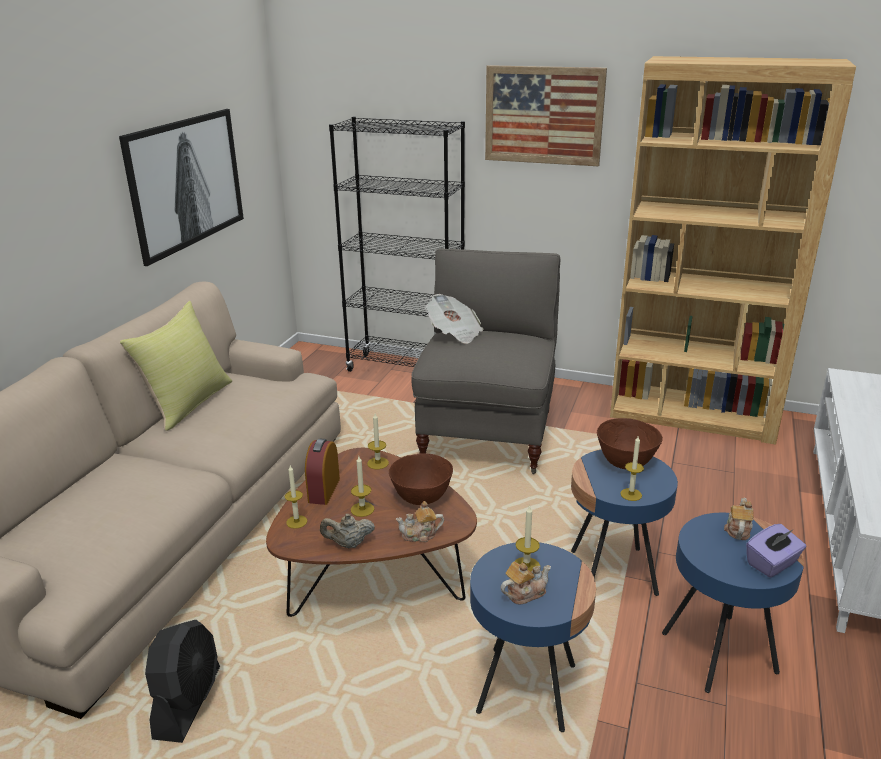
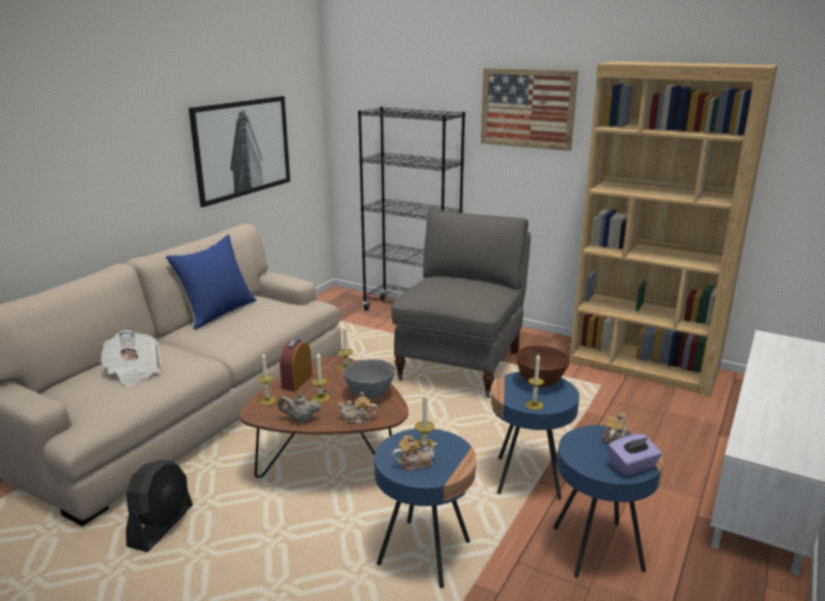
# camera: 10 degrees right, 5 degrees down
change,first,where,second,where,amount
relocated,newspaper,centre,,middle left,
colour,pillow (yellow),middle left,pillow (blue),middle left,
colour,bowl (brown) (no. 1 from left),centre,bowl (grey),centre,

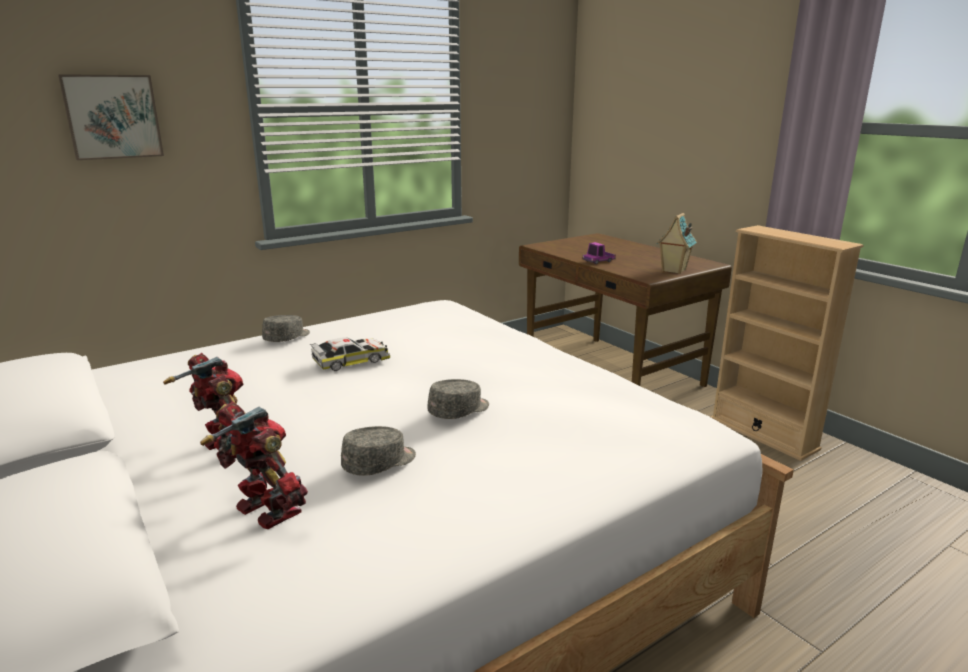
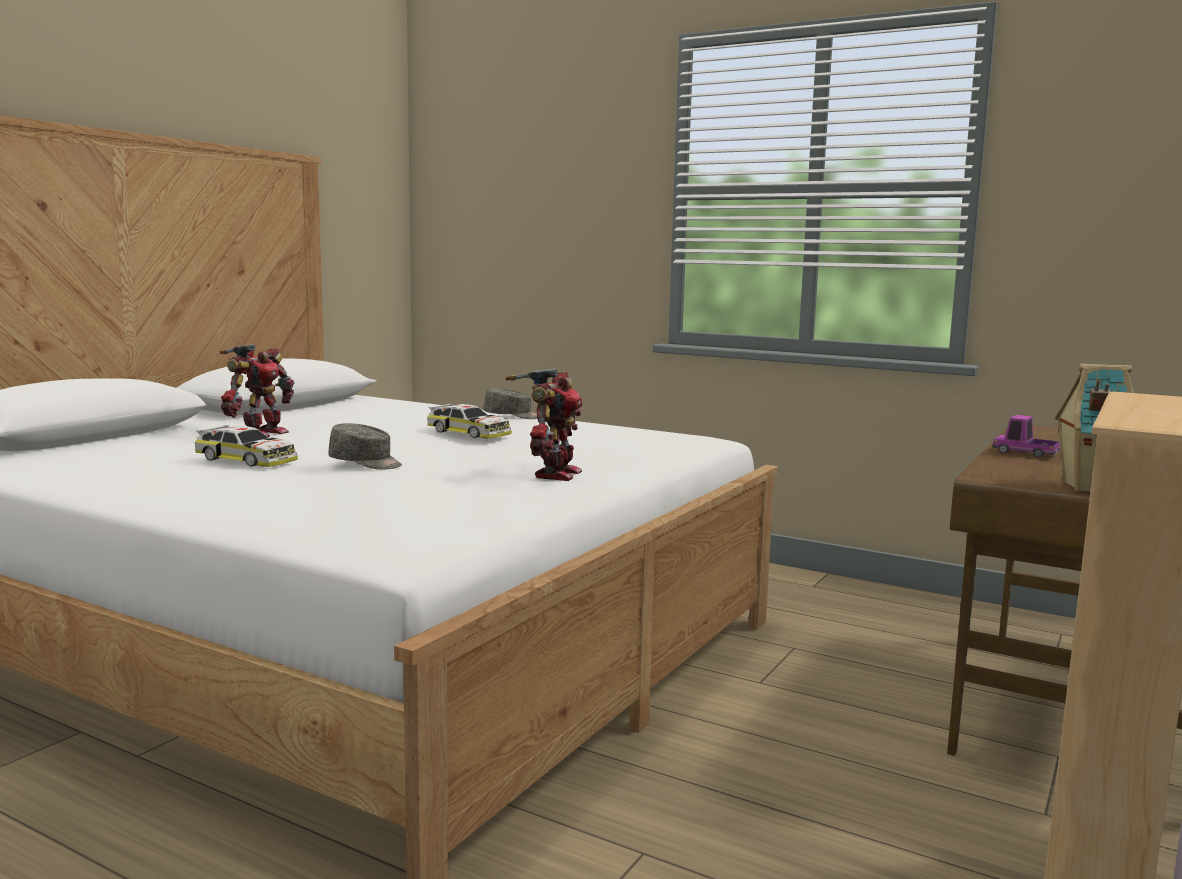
# camera: 65 degrees right, 10 degrees down
change,first,where,second,where,amount
missing,picture,top left,,,
relocated,toy robot (no. 2 from left),bottom left,,centre,
exchanged,cap (grey) (no. 2 from left),bottom centre,toy car (no. 1 from left),middle left,

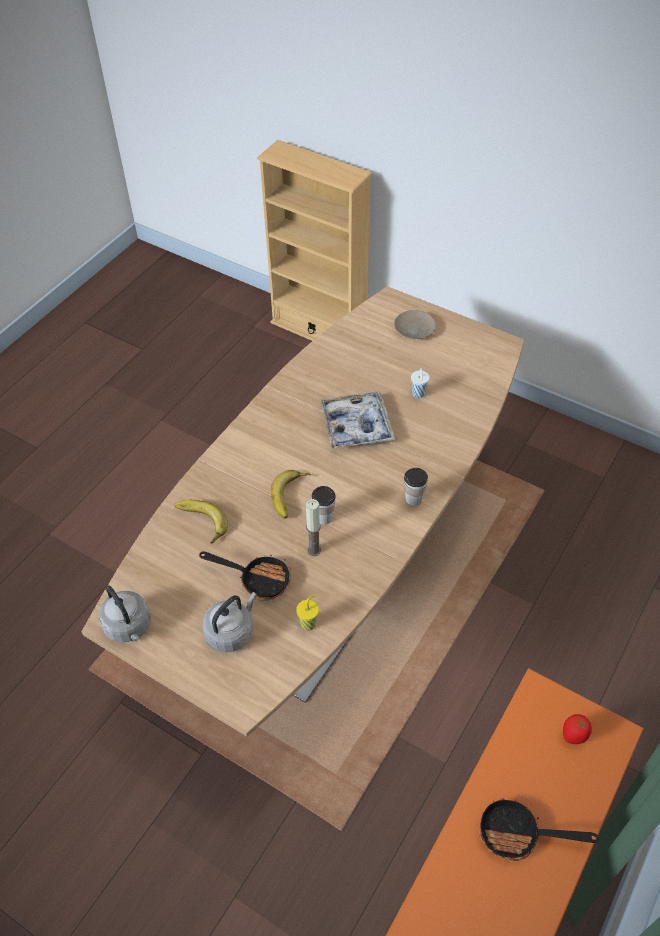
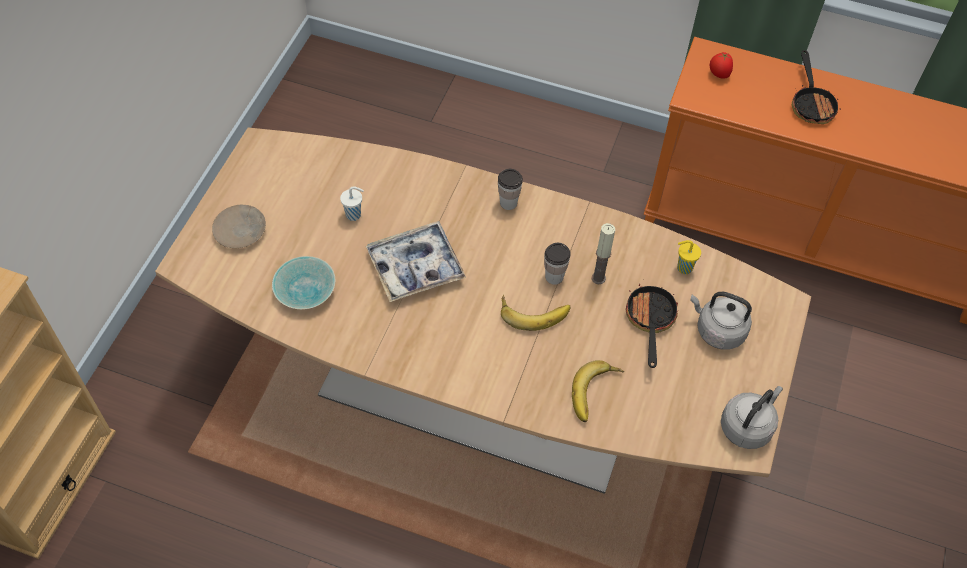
# camera: 105 degrees left, 5 degrees up
change,first,where,second,where,amount
appeared,,,bowl (turquoise),middle left,

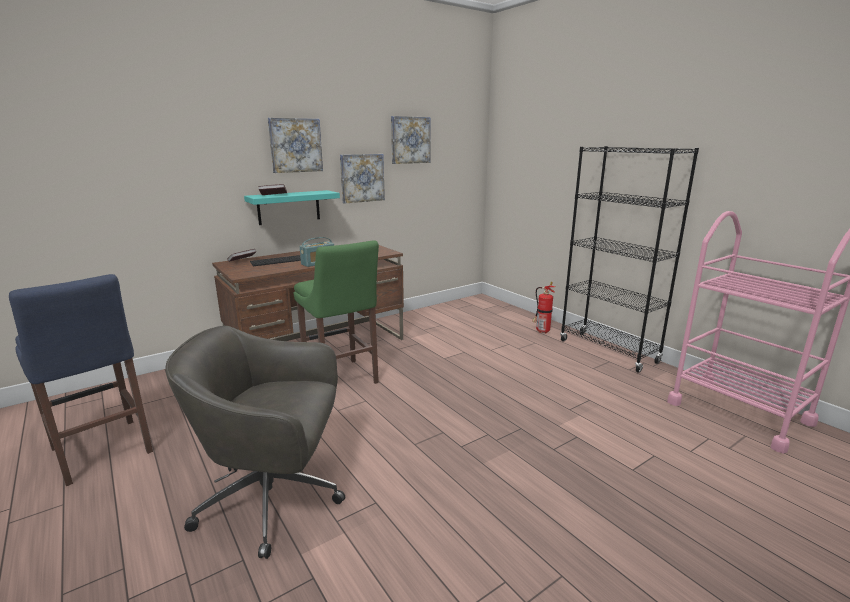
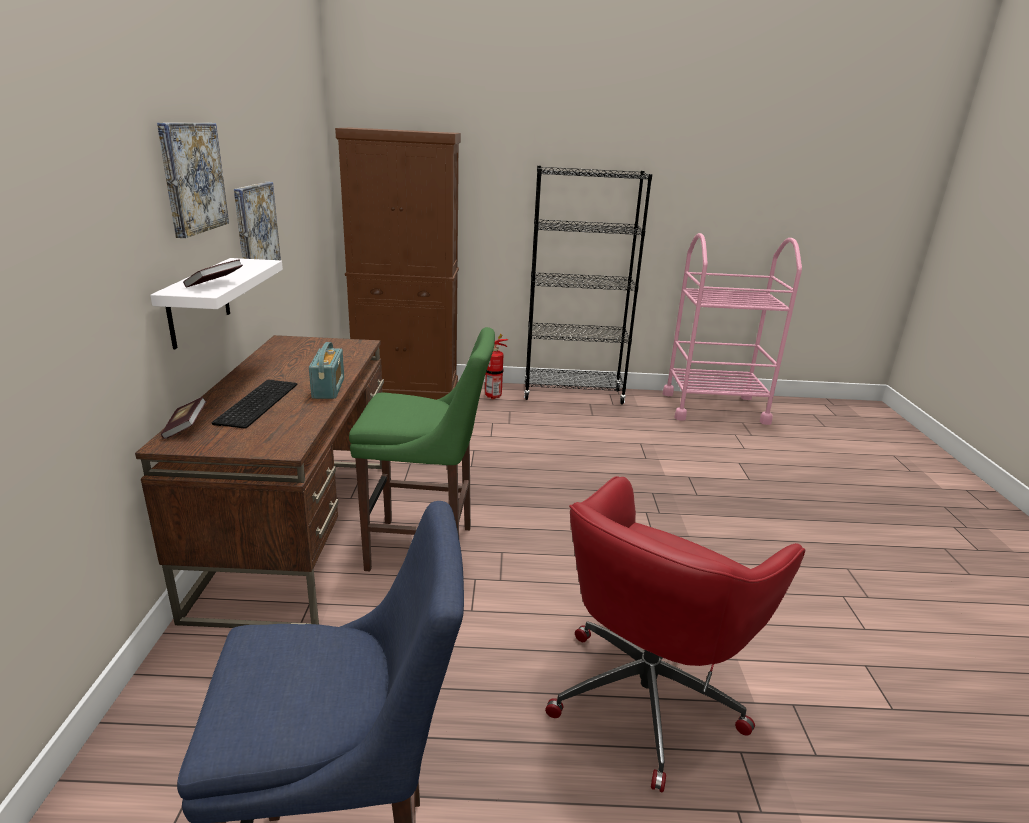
# camera: 55 degrees left, 5 degrees up
change,first,where,second,where,amount
missing,picture (no. 3 from left),top centre,,,
appeared,,,cabinet (brown),top centre,
colour,office chair (grey),bottom left,office chair (red),bottom centre,
colour,shelf (turquoise),centre,shelf (white),middle left,

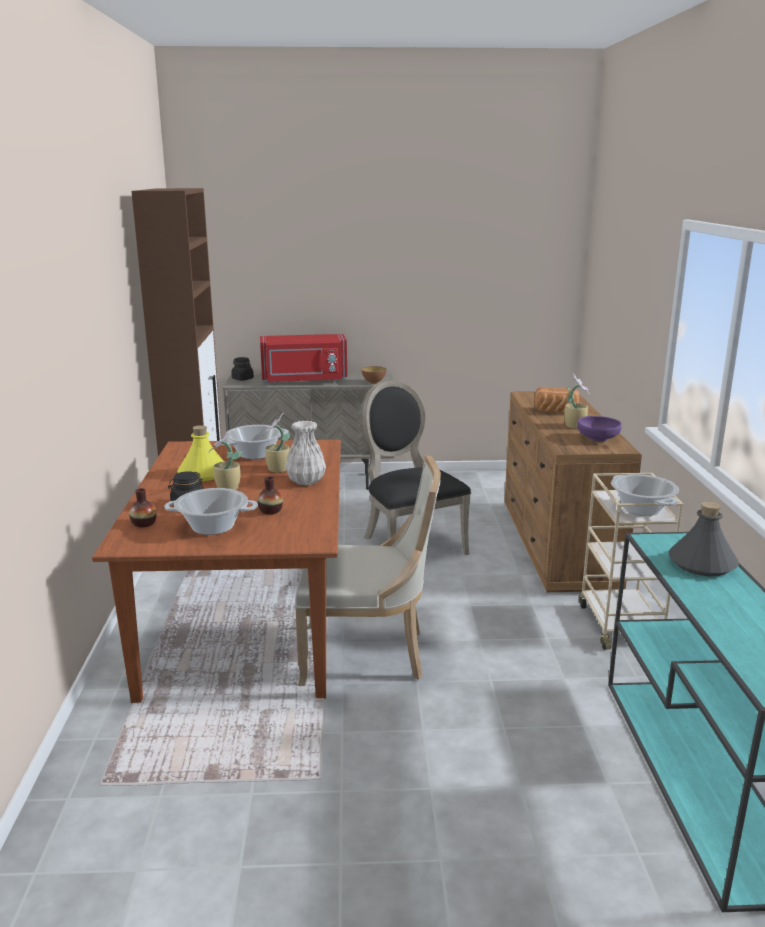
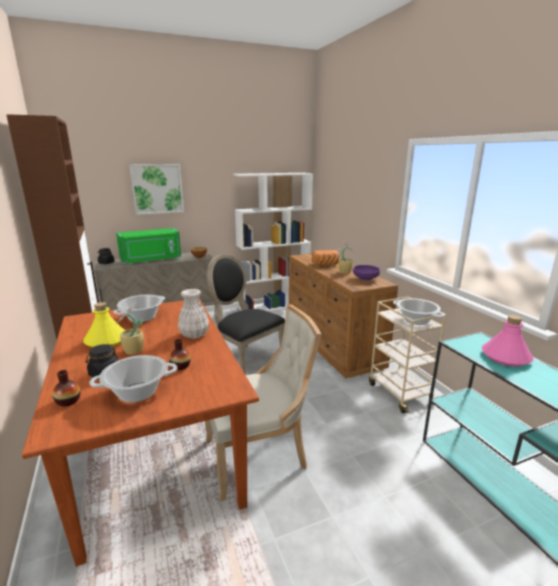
# camera: 20 degrees left, 0 degrees up
change,first,where,second,where,amount
missing,potted plant (no. 2 from left),centre,,,
appeared,,,picture,top left,
appeared,,,bookcase (white),centre,
colour,microwave (red),centre,microwave (green),middle left,
colour,bottle (grey),middle right,bottle (pink),middle right,

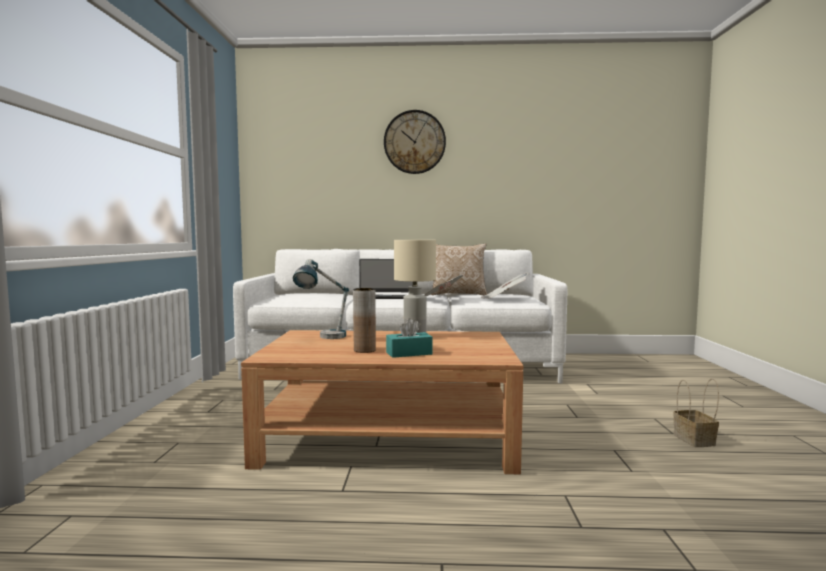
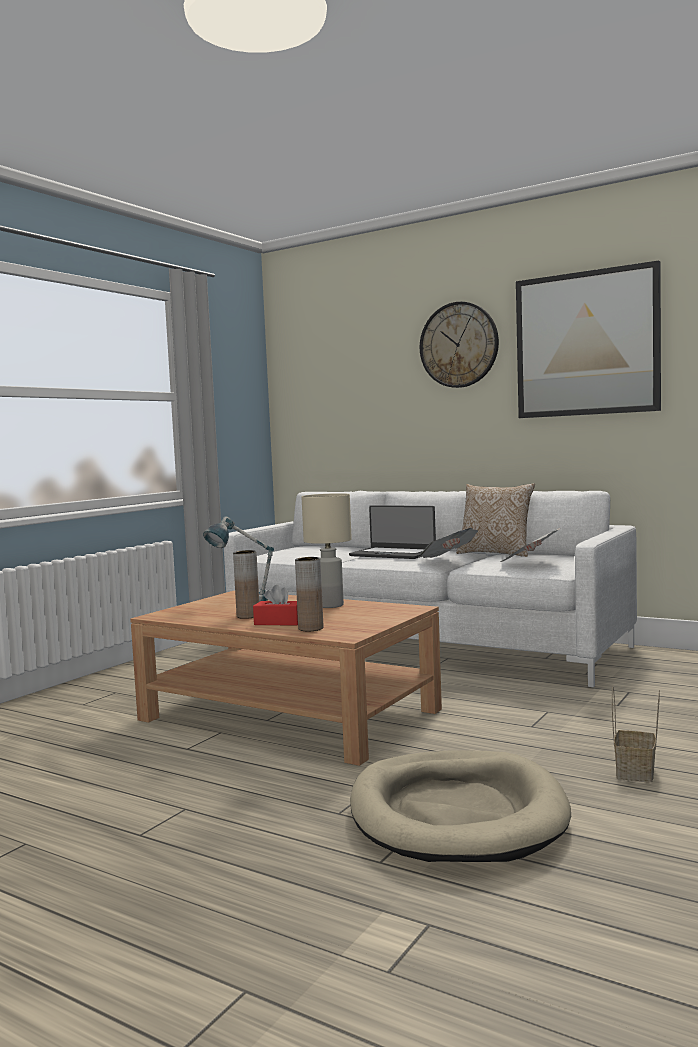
# camera: 30 degrees right, 0 degrees up
change,first,where,second,where,amount
appeared,,,vase (brown) (no. 2 from left),centre,
appeared,,,dog bed (beige),bottom centre,
appeared,,,picture,top right,
colour,tissue box (turquoise),centre,tissue box (red),centre,

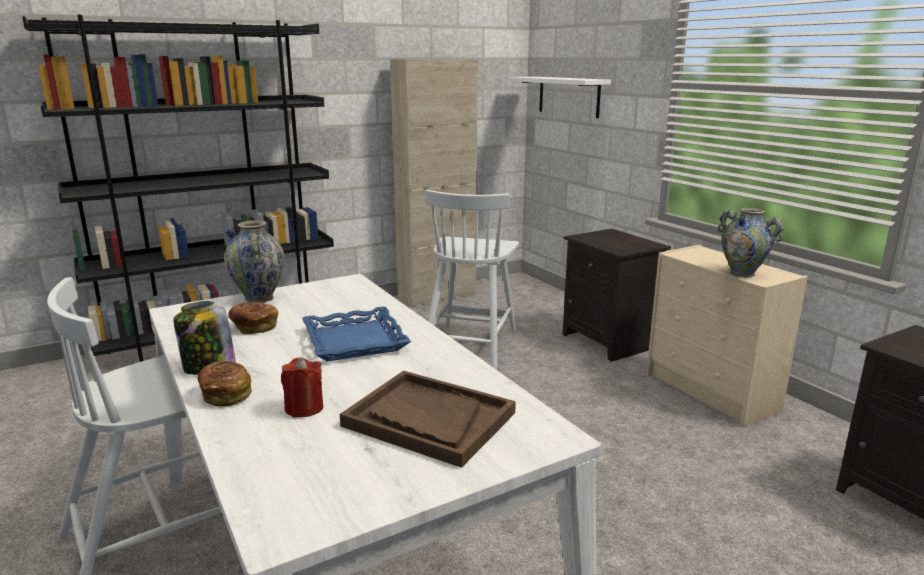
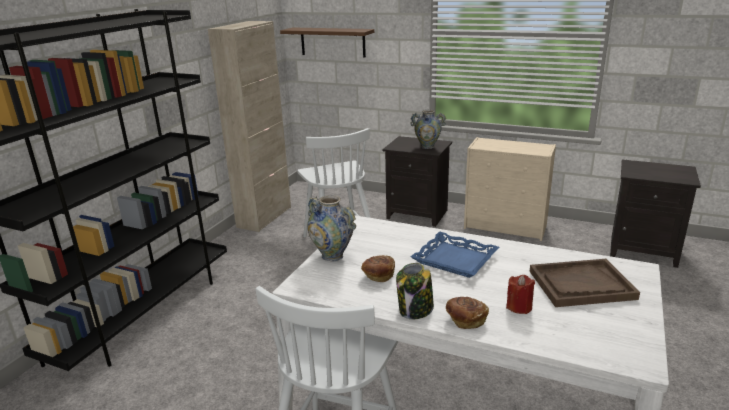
# camera: 35 degrees left, 5 degrees up
change,first,where,second,where,amount
relocated,vase (no. 2 from left),middle right,,top centre,
colour,shelf (white),top centre,shelf (brown),top centre,

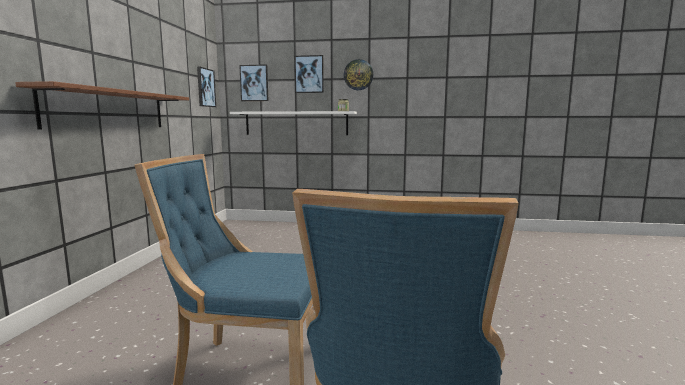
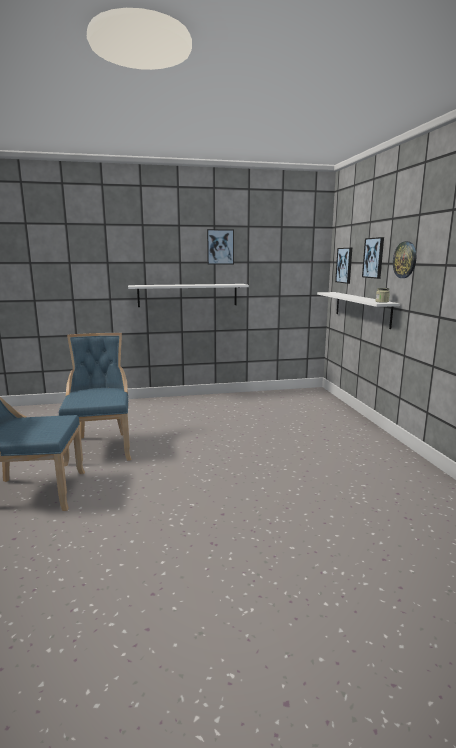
# camera: 70 degrees right, 5 degrees up
change,first,where,second,where,amount
relocated,picture (no. 1 from left),top left,,top centre,
colour,shelf (brown),top left,shelf (white) (no. 1 from left),centre,

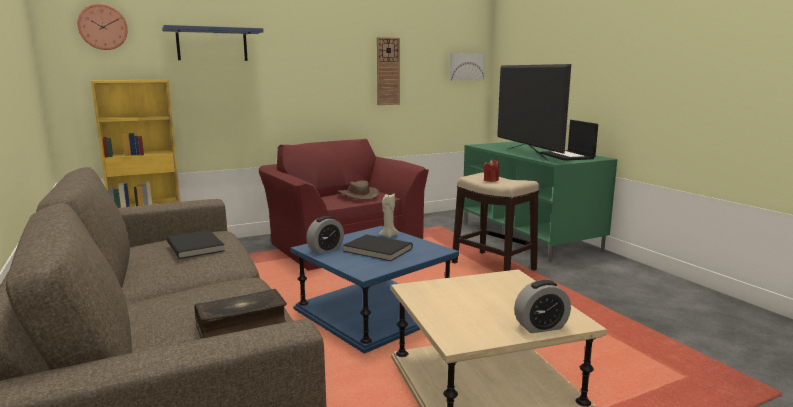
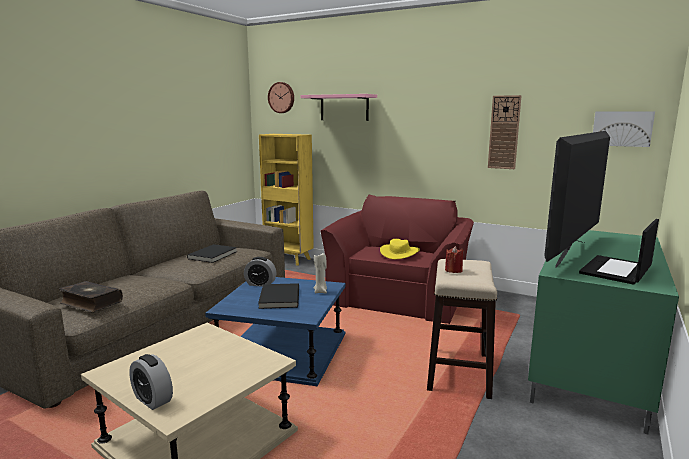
# camera: 55 degrees right, 0 degrees up
change,first,where,second,where,amount
colour,shelf (blue),top left,shelf (pink),top centre,
colour,hat (brown),centre,hat (yellow),centre,

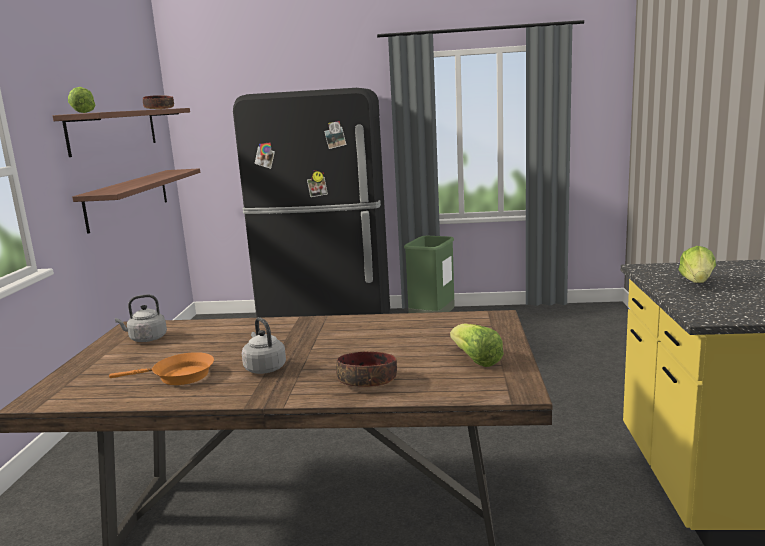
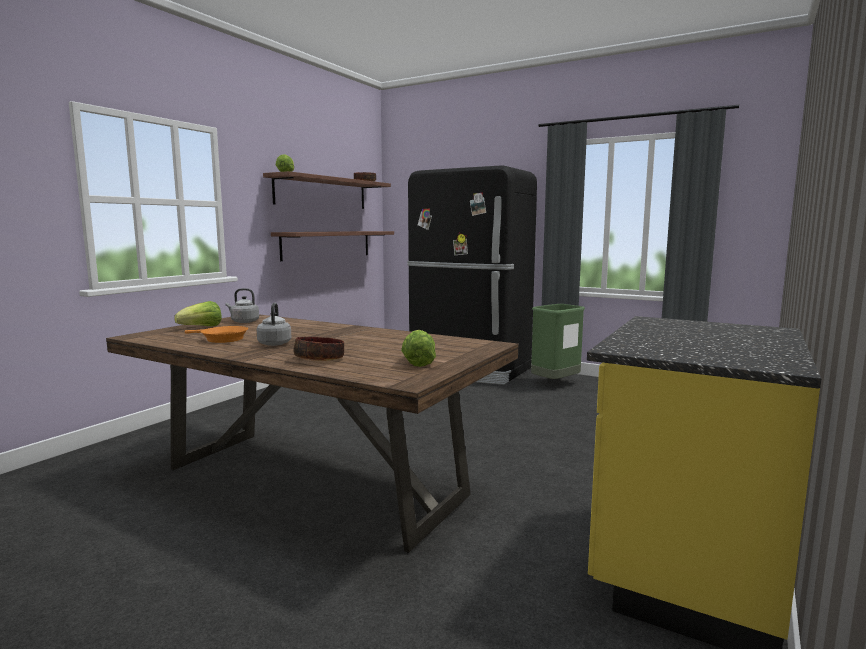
# camera: 25 degrees right, 5 degrees down
change,first,where,second,where,amount
relocated,lettuce (no. 3 from left in the first image),middle right,lettuce (no. 1 from left),middle left,

